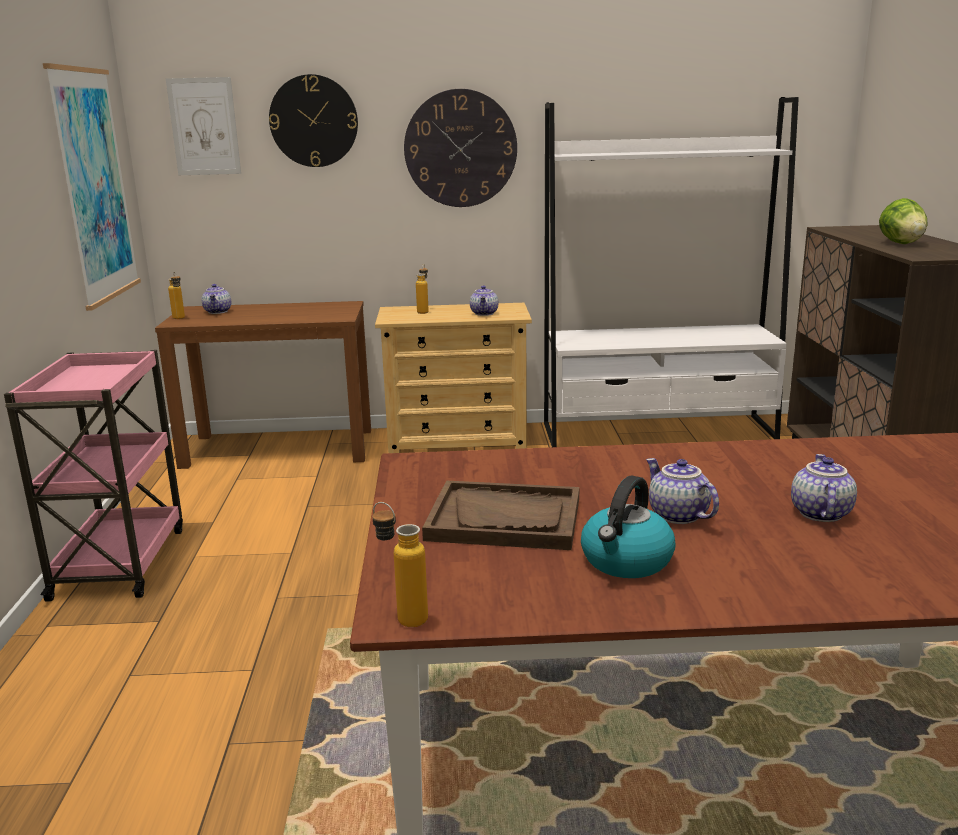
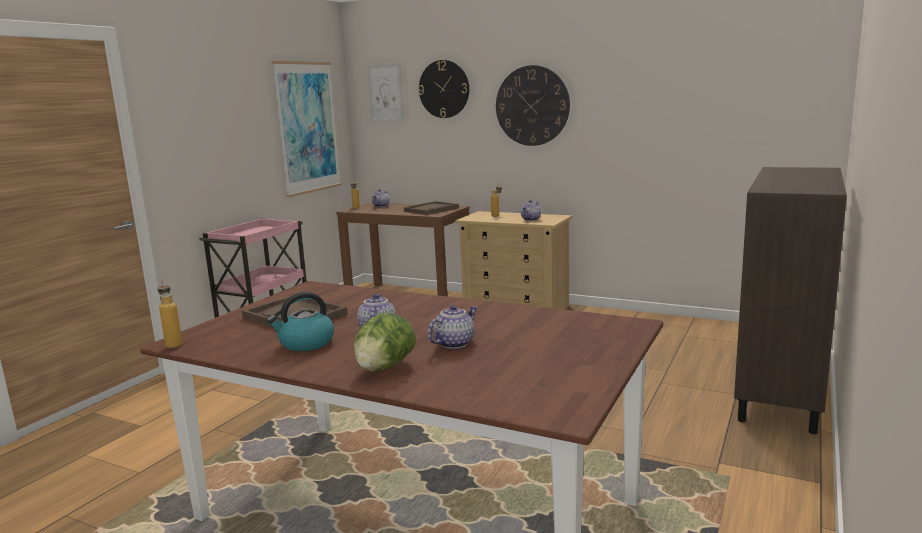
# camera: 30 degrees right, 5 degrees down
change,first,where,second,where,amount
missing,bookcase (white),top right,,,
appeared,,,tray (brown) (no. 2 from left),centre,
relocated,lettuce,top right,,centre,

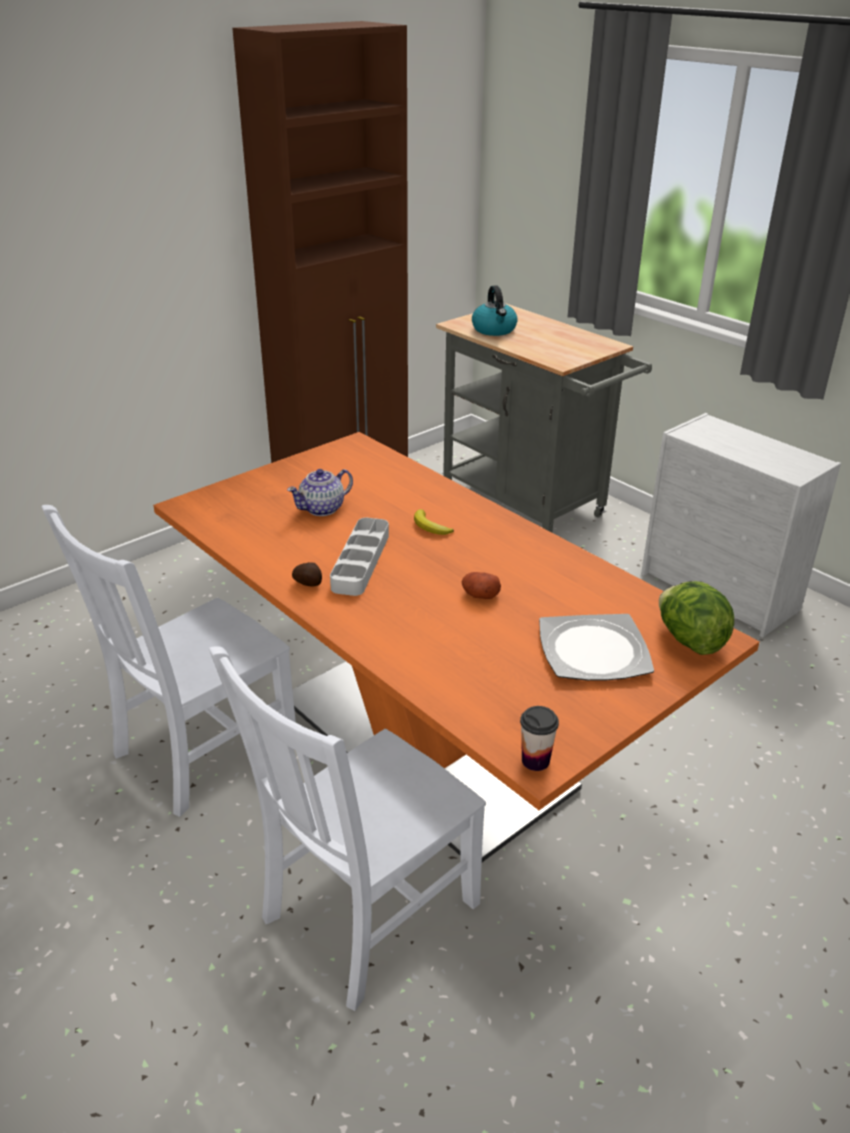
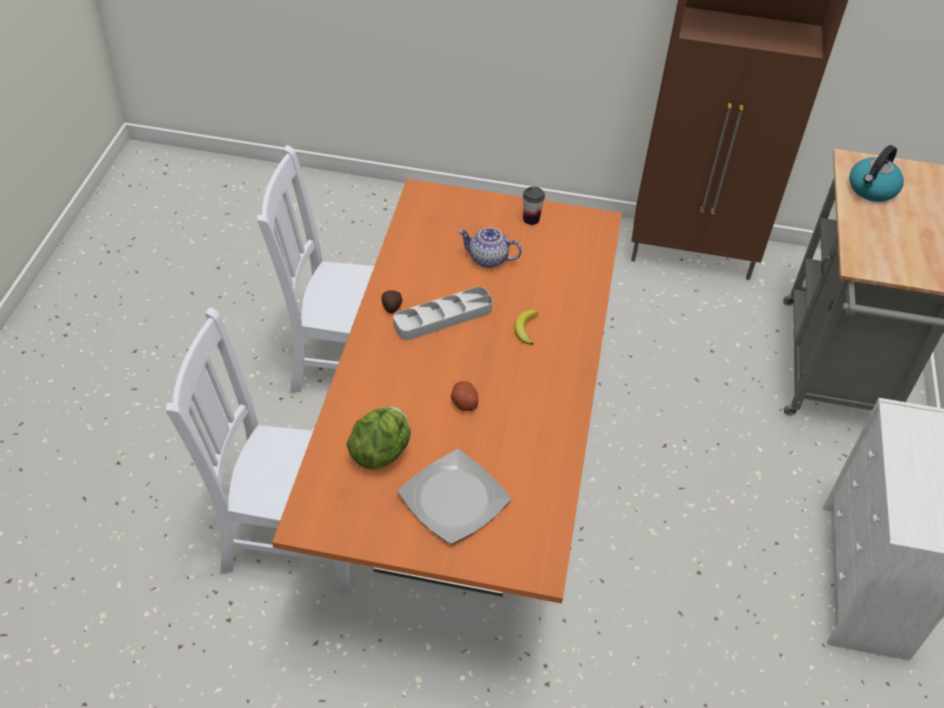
# camera: 50 degrees right, 15 degrees up
change,first,where,second,where,amount
relocated,cup,centre,,top centre,
relocated,lettuce,middle right,,centre,

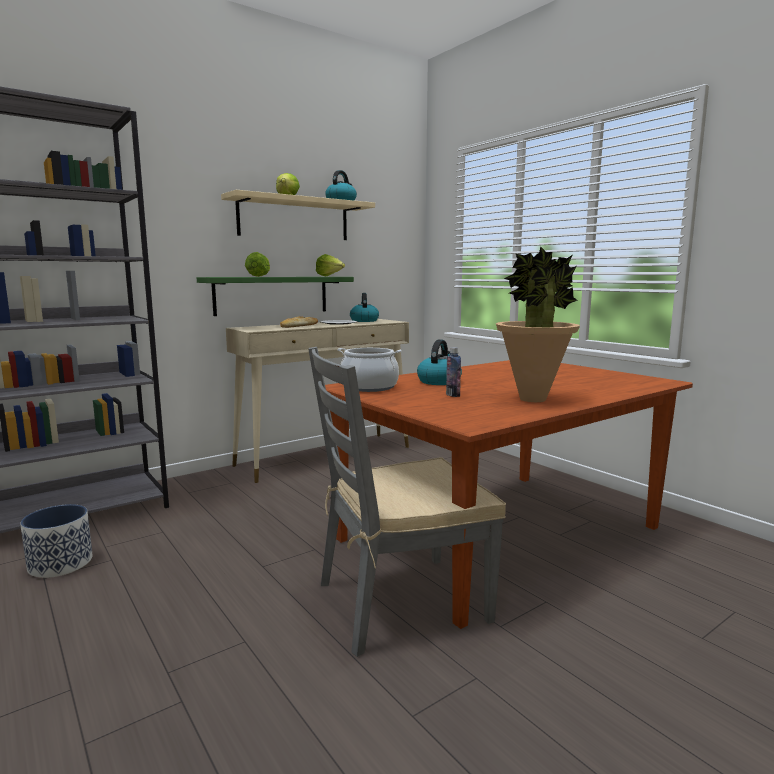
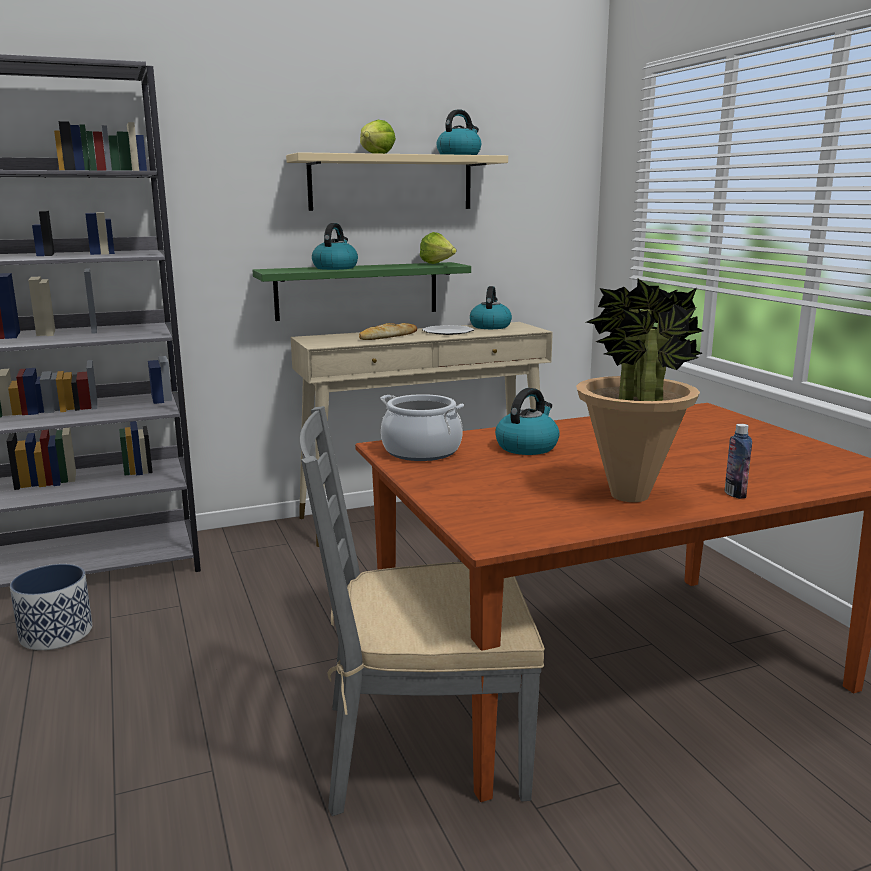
# camera: 15 degrees right, 5 degrees up
change,first,where,second,where,amount
relocated,bottle,centre,,middle right,
exchanged,lettuce (no. 1 from left),middle left,kettle (no. 1 from left),top centre,

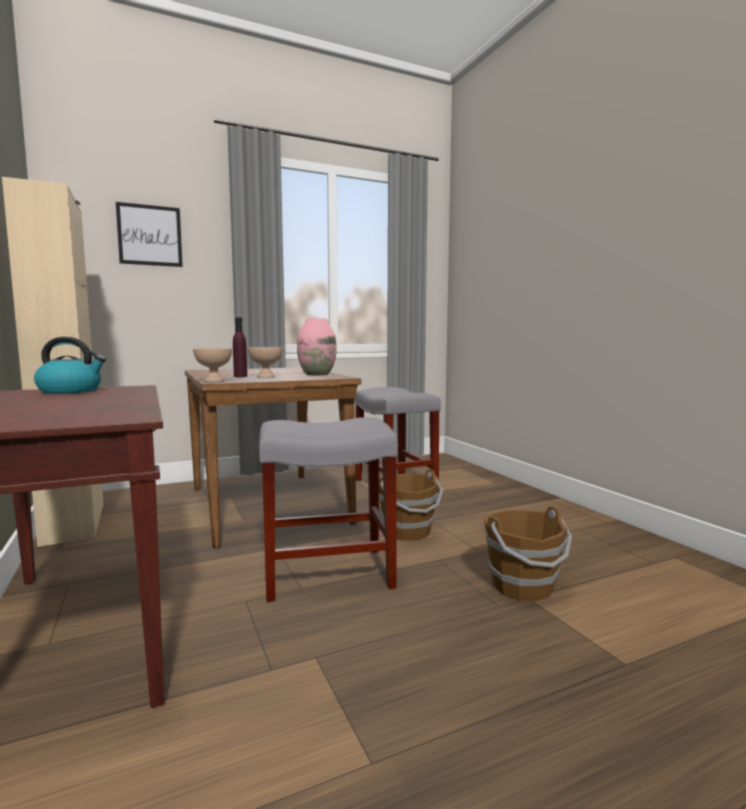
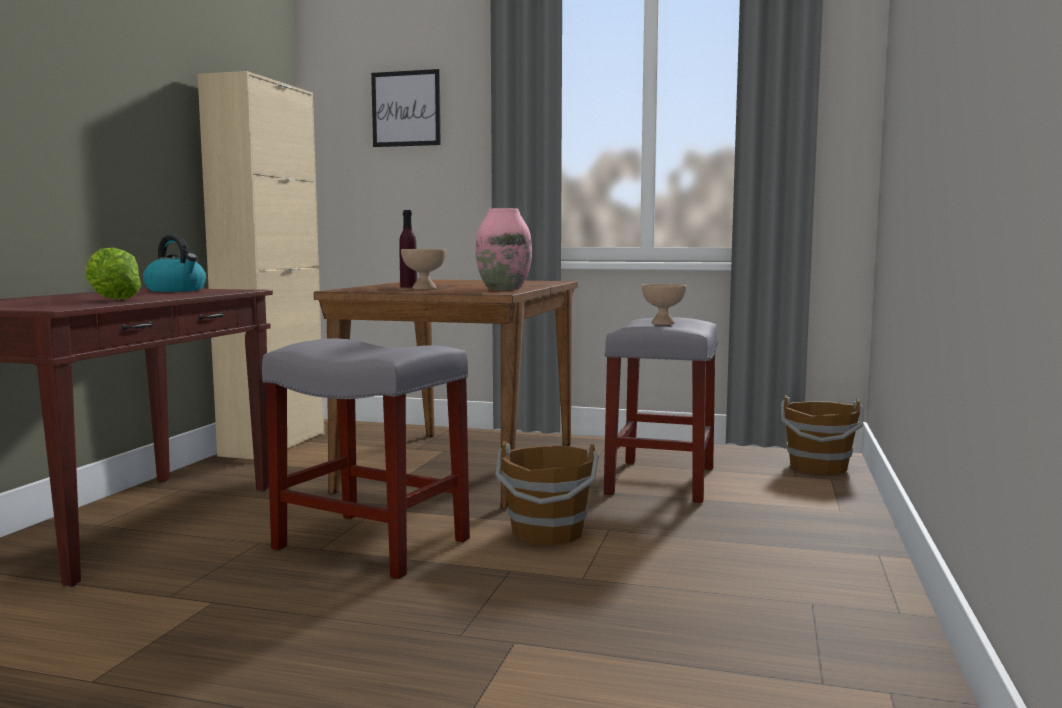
# camera: 40 degrees right, 0 degrees up
change,first,where,second,where,amount
appeared,,,lettuce,middle left,
relocated,bowl (beige) (no. 1 from left in the first image),middle left,bowl (beige) (no. 2 from left),centre,
relocated,bucket (brown) (no. 2 from left),bottom right,,middle right,

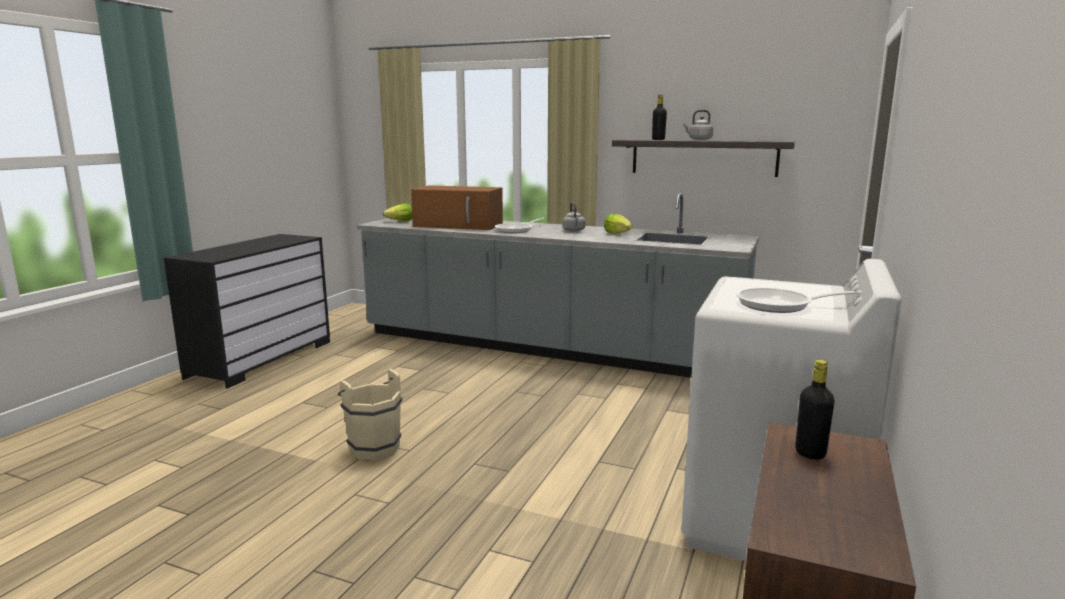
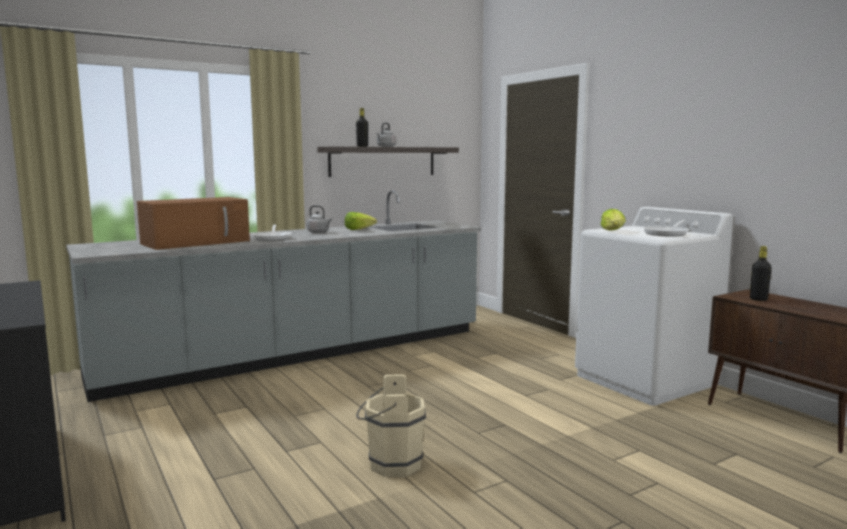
# camera: 55 degrees left, 5 degrees down
change,first,where,second,where,amount
relocated,lettuce (no. 1 from left in the first image),centre,lettuce (no. 2 from left),middle right,

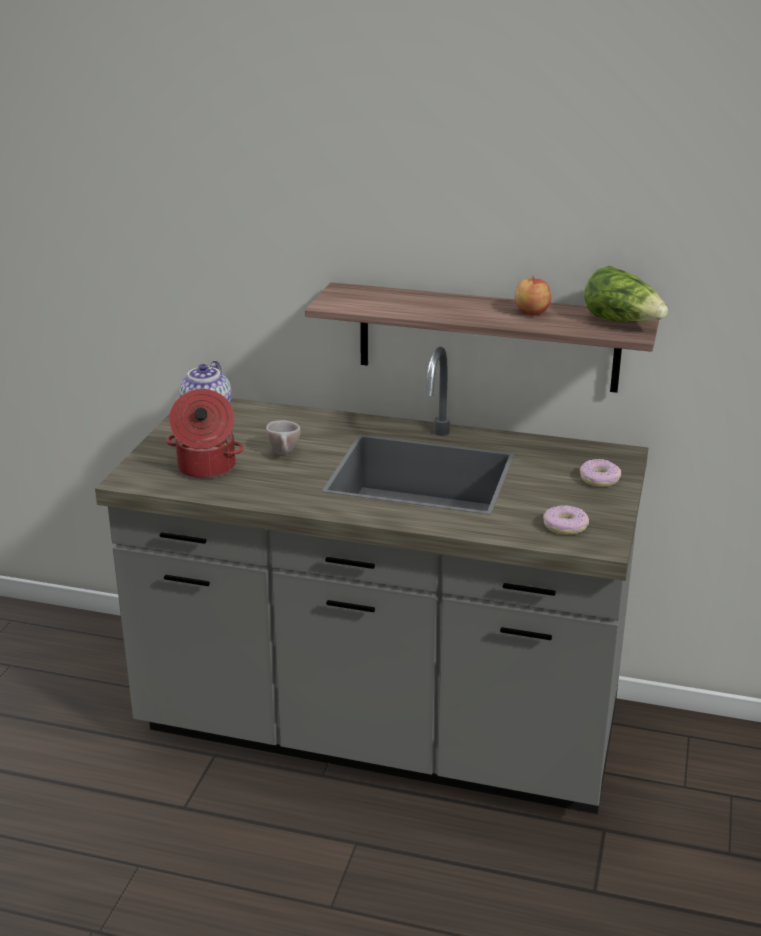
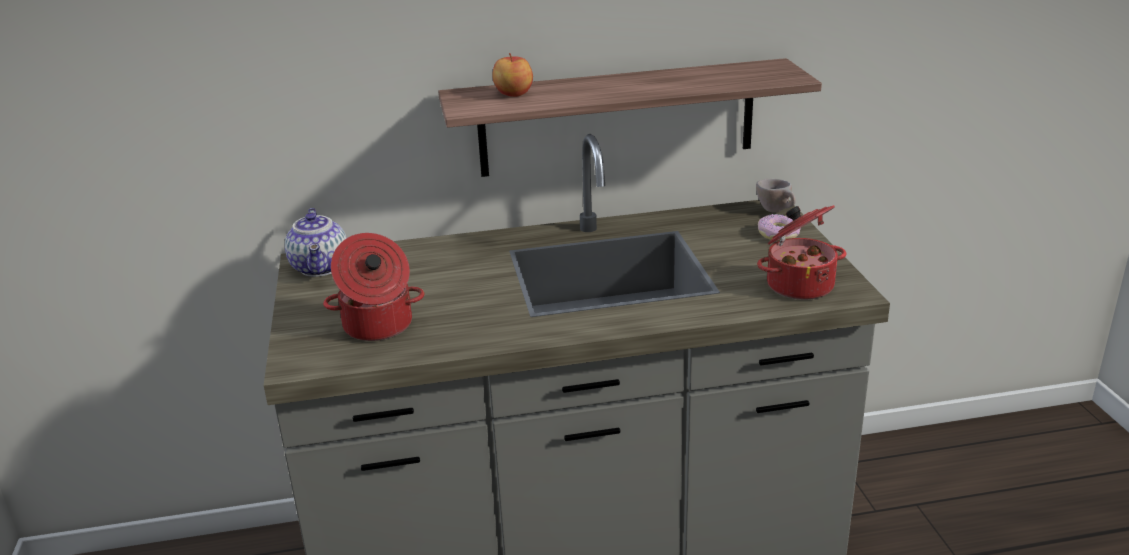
# camera: 25 degrees left, 0 degrees up
change,first,where,second,where,amount
missing,lettuce,top right,,,
relocated,cup (beige),centre,,middle right,
relocated,apple,top right,,top centre,
exchanged,donut (no. 1 from left),middle right,cooking pot (no. 2 from left),middle right,

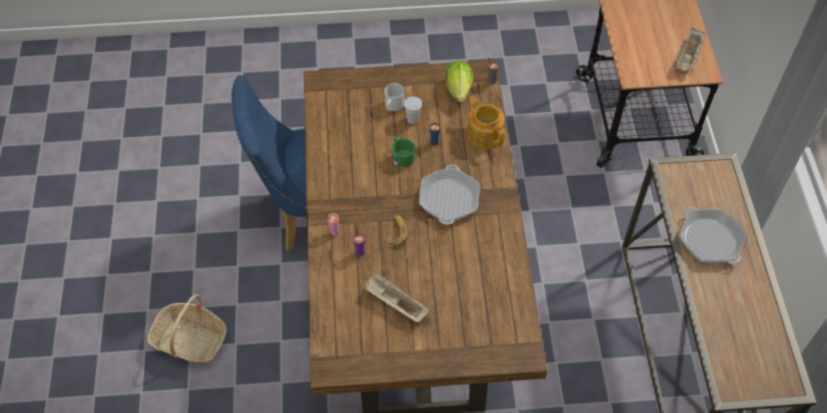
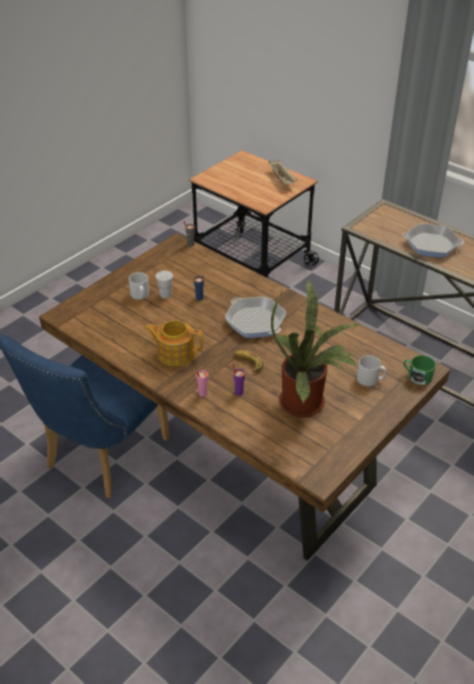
# camera: 45 degrees left, 15 degrees down
change,first,where,second,where,amount
missing,basket,bottom left,,,
missing,lettuce,top centre,,,
appeared,,,mug (grey) (no. 2 from left),middle right,
relocated,mug (green),centre,,middle right,
relocated,teapot,top centre,,centre,
exchanged,tray (beige) (no. 1 from left),bottom centre,potted plant,middle right,

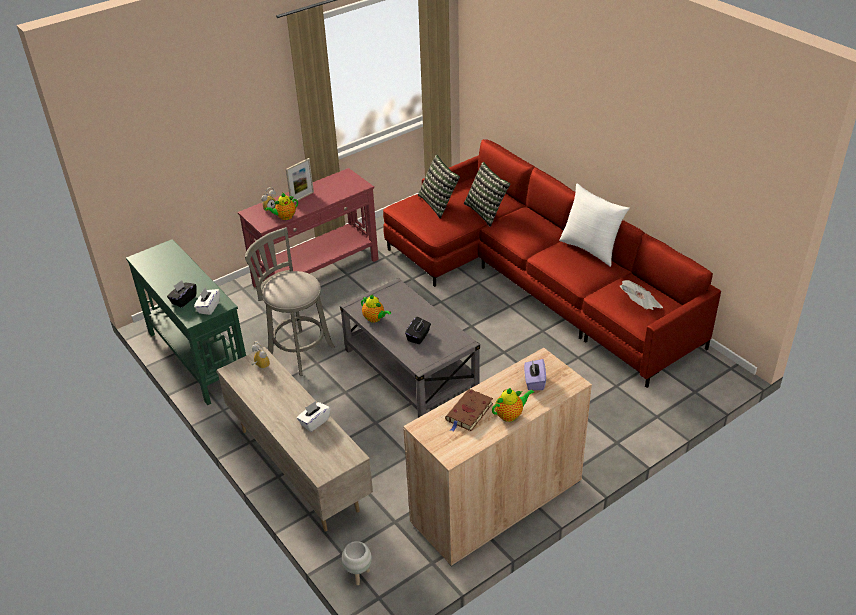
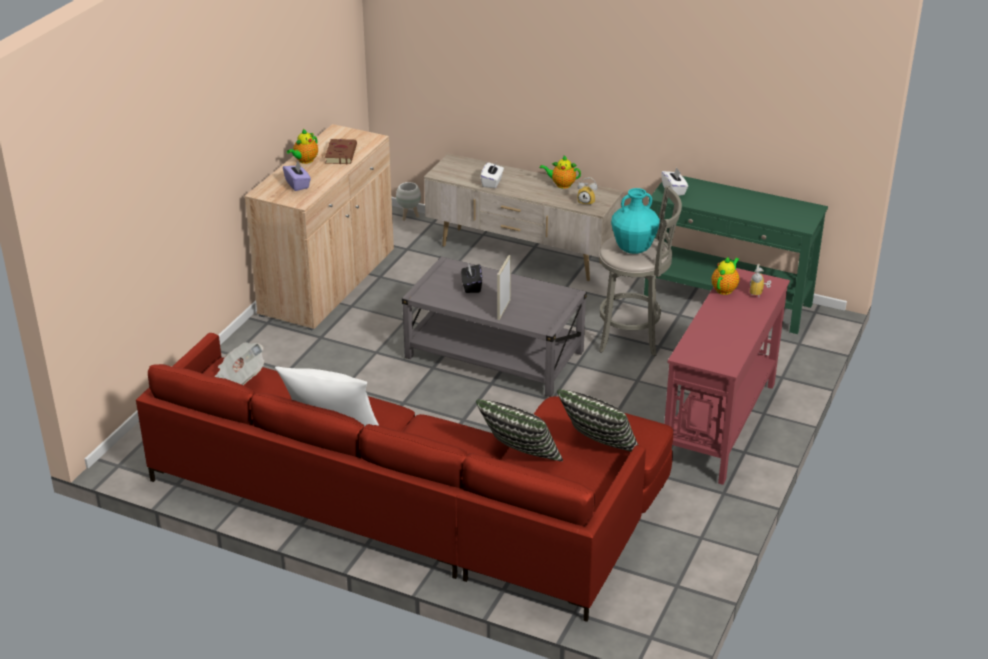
# camera: 150 degrees right, 5 degrees down
change,first,where,second,where,amount
missing,tissue box (black) (no. 1 from left),middle left,,,
appeared,,,vase (turquoise),centre,
relocated,picture frame,top centre,,centre,
relocated,teapot (no. 2 from left),centre,,top centre,

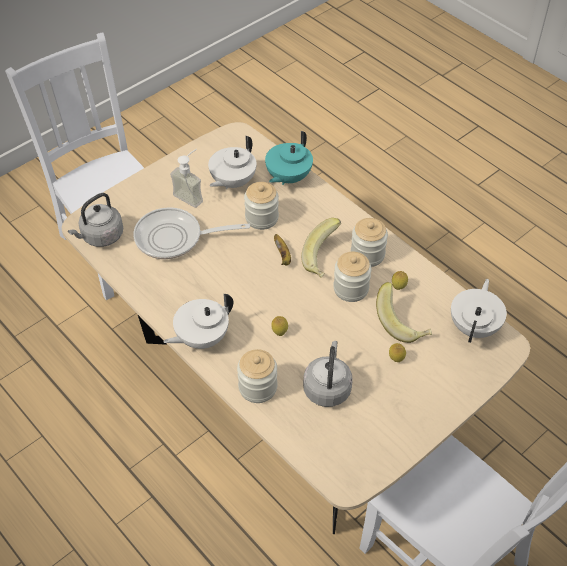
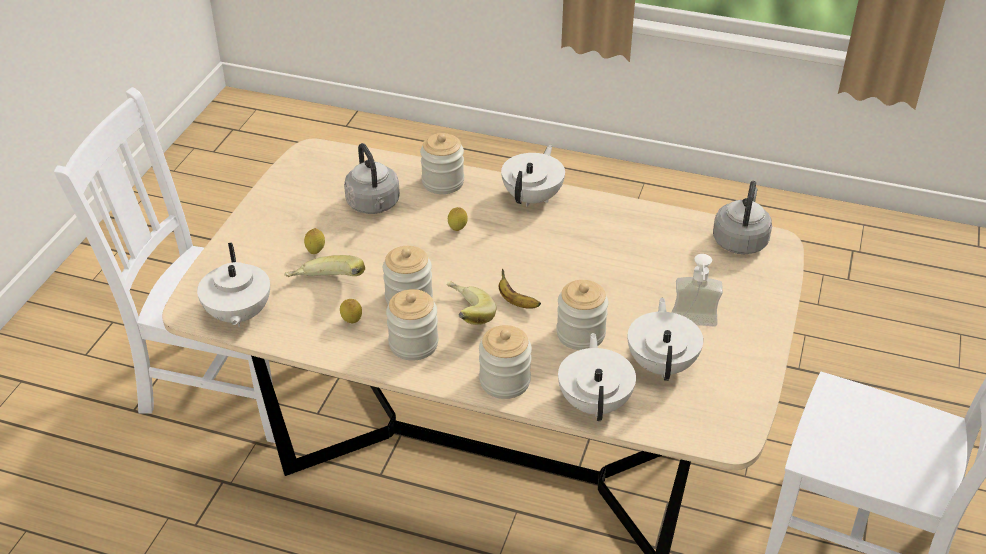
# camera: 150 degrees right, 10 degrees down
change,first,where,second,where,amount
missing,frying pan,centre,,,
appeared,,,jar (no. 4 from left),centre,
colour,teapot (turquoise),top centre,teapot (white) (no. 3 from left),bottom centre,

